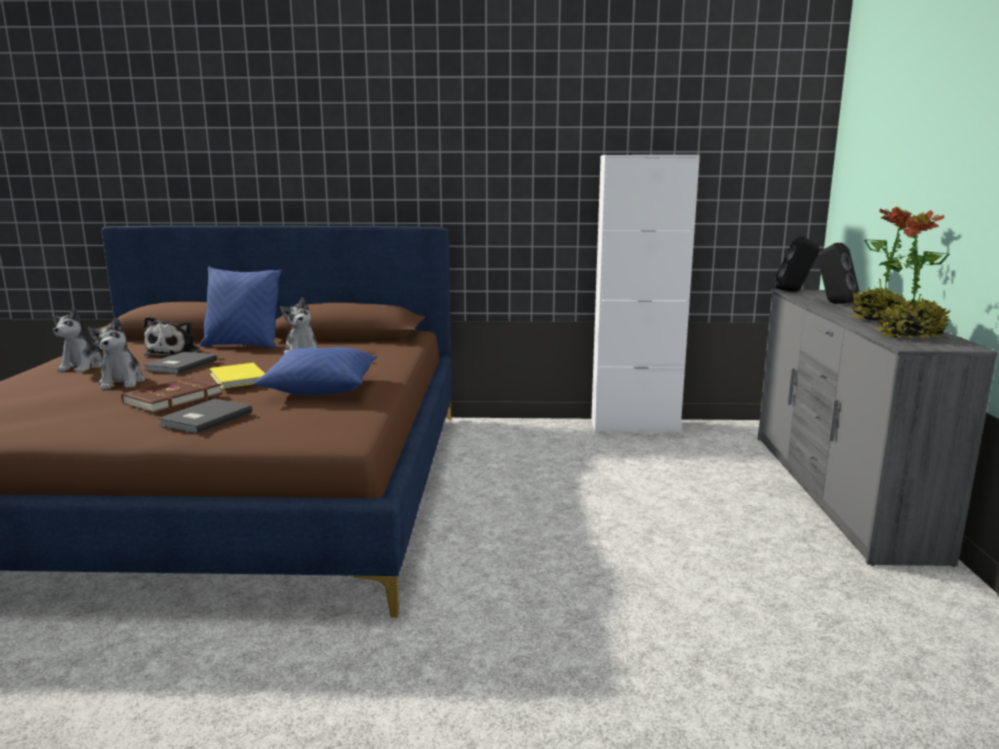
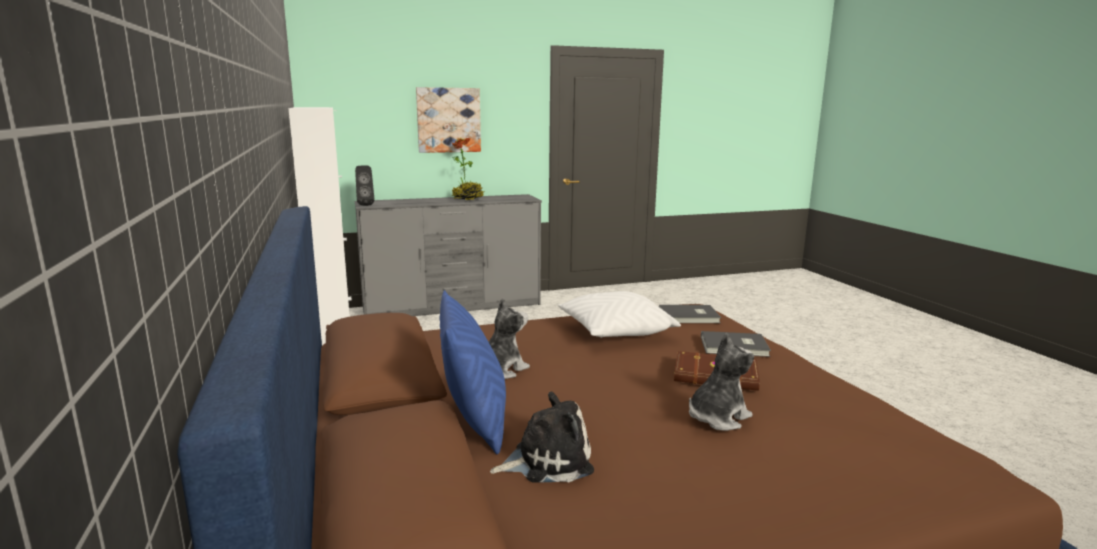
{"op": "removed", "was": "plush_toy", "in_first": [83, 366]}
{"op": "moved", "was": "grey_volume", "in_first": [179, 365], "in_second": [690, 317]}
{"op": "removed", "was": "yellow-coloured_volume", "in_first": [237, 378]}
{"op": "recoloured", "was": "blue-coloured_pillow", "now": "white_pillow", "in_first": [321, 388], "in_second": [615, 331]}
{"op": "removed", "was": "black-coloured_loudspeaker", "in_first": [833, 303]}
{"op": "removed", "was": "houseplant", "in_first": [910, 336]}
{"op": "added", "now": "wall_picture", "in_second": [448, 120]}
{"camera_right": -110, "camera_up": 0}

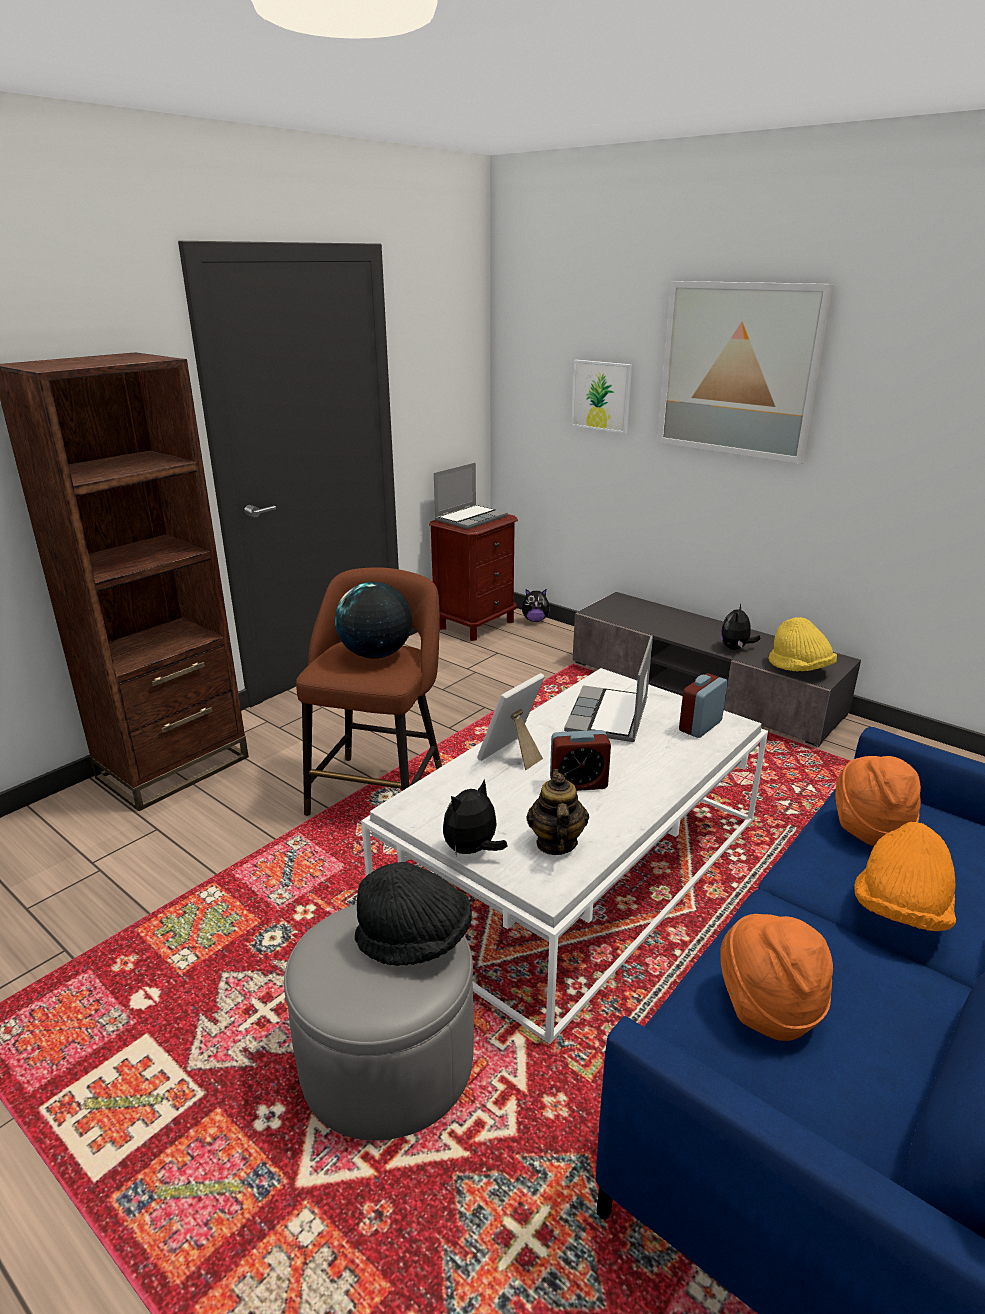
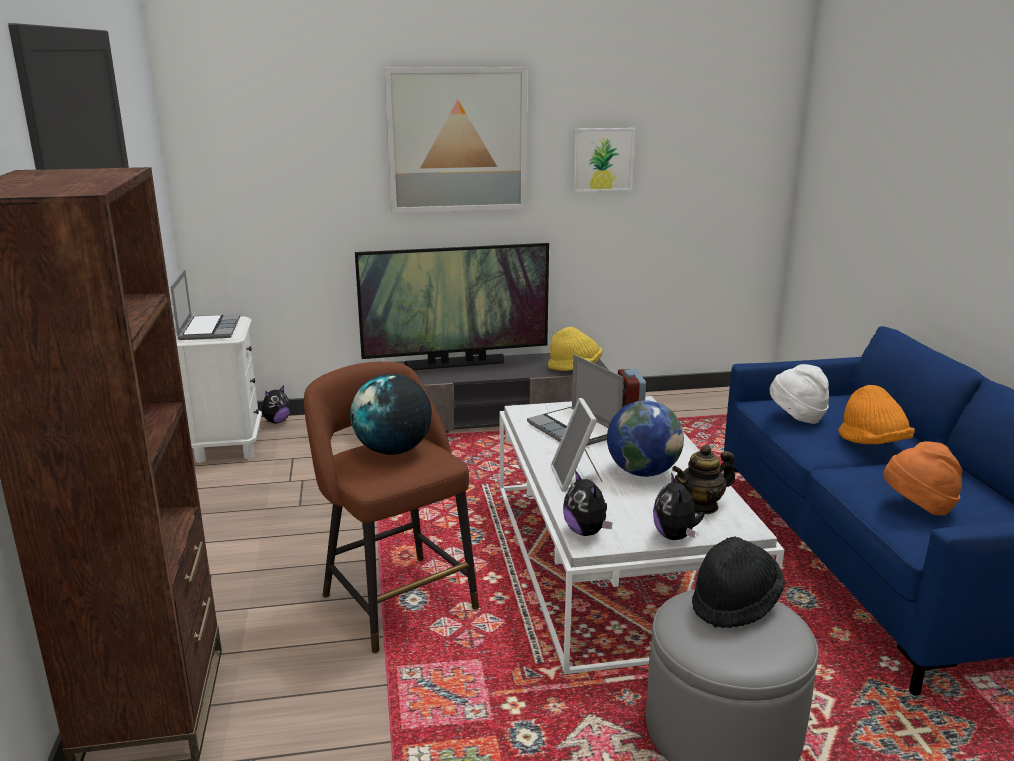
{"op": "recoloured", "was": "brown_nightstand", "now": "white_nightstand", "in_first": [476, 624], "in_second": [228, 445]}
{"op": "turned", "was": "teapot", "in_first": [556, 843], "in_second": [701, 506], "clockwise": -60}
{"op": "replaced", "was": "table_clock", "now": "globe", "in_first": [578, 783], "in_second": [642, 472]}
{"op": "moved", "was": "wall_picture", "in_first": [601, 396], "in_second": [602, 159]}
{"op": "moved", "was": "plush_toy", "in_first": [735, 648], "in_second": [586, 532]}
{"op": "recoloured", "was": "orange-coloured_wearable_hat", "now": "white_wearable_hat", "in_first": [868, 828], "in_second": [797, 417]}
{"op": "added", "now": "TV", "in_second": [456, 363]}
{"camera_right": -50, "camera_up": -5}

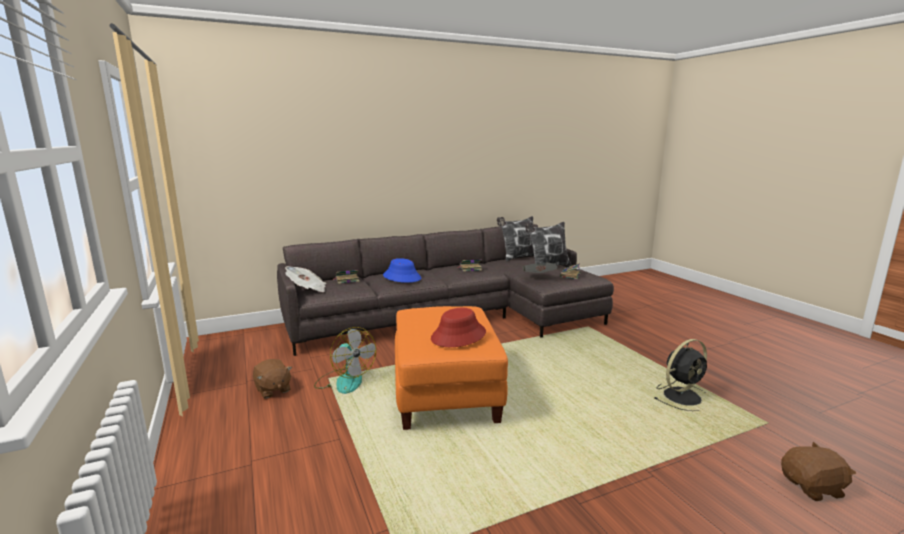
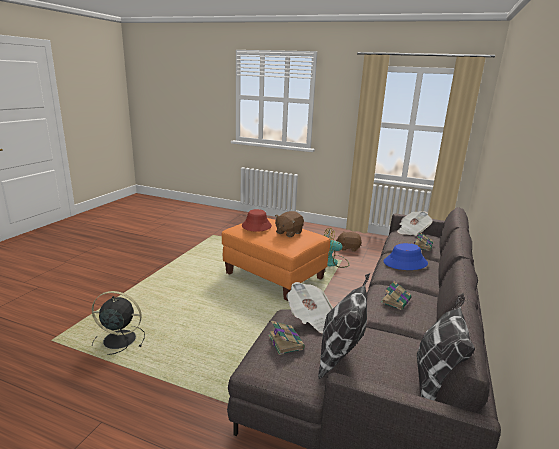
{"op": "turned", "was": "black-coloured_cooling_fan", "in_first": [683, 396], "in_second": [118, 339], "clockwise": 75}
{"op": "moved", "was": "brown_plush_toy", "in_first": [813, 487], "in_second": [288, 233]}
{"camera_right": 135, "camera_up": 5}

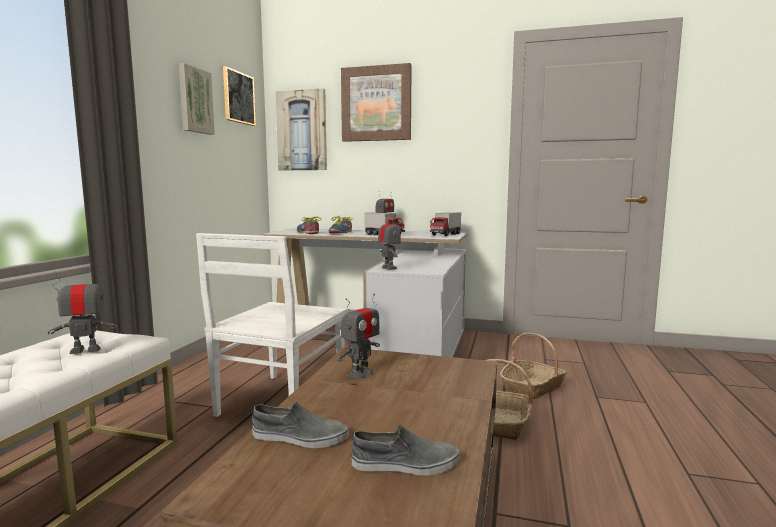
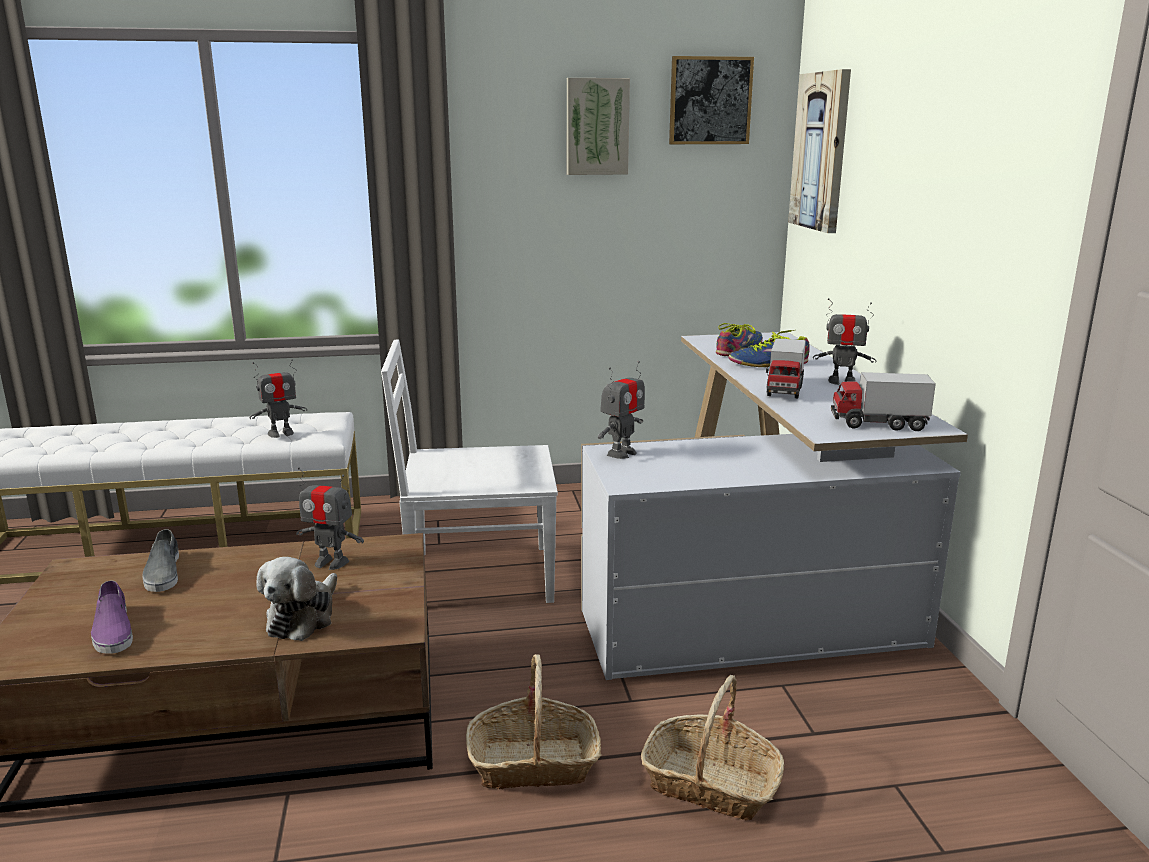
{"op": "turned", "was": "toy_robot", "in_first": [85, 350], "in_second": [281, 433], "clockwise": 105}
{"op": "removed", "was": "wall_picture", "in_first": [376, 104]}
{"op": "recoloured", "was": "grey_shoe", "now": "purplish_shoe", "in_first": [405, 464], "in_second": [113, 630]}
{"op": "added", "now": "plush_toy", "in_second": [303, 617]}
{"camera_right": 65, "camera_up": 10}

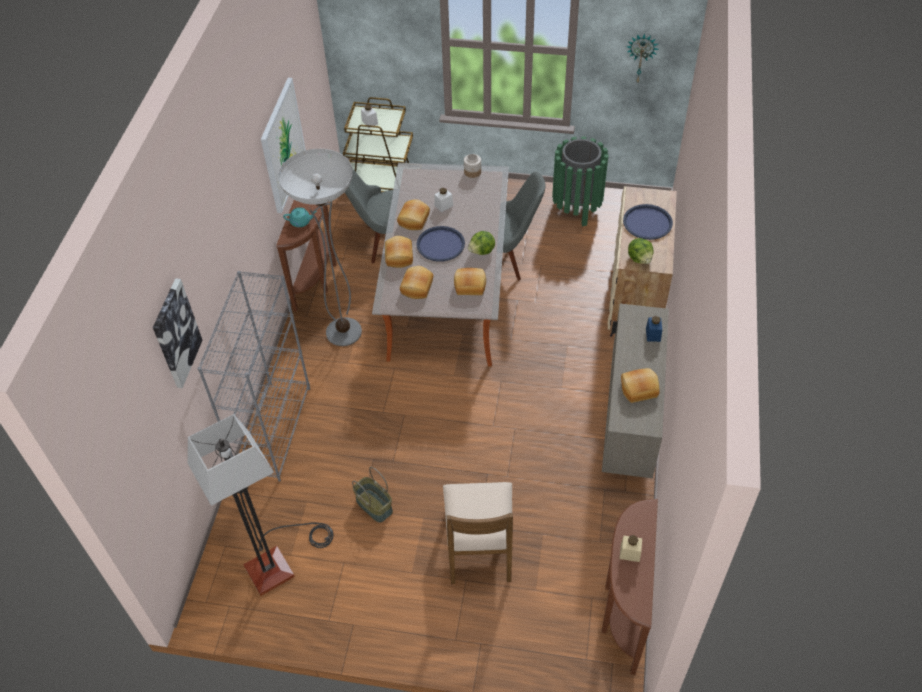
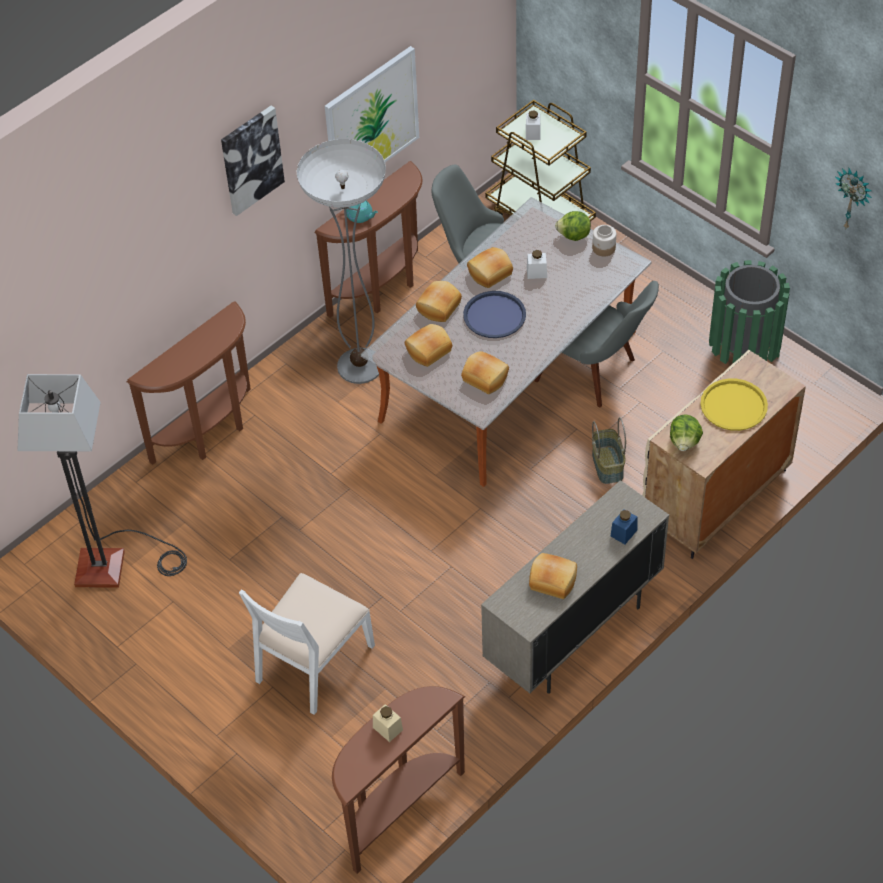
{"op": "moved", "was": "wall_picture", "in_first": [175, 333], "in_second": [251, 159]}
{"op": "replaced", "was": "grey_shelving_unit", "now": "brown_narrow_table", "in_first": [274, 430], "in_second": [211, 433]}
{"op": "moved", "was": "basket", "in_first": [375, 505], "in_second": [608, 465]}
{"op": "recoloured", "was": "brown_chair", "now": "white_chair", "in_first": [479, 546], "in_second": [312, 663]}
{"op": "moved", "was": "lettuce", "in_first": [482, 251], "in_second": [574, 236]}
{"op": "recoloured", "was": "blue-coloured_tray", "now": "yellow-coloured_tray", "in_first": [647, 223], "in_second": [733, 405]}
{"camera_right": 35, "camera_up": 0}

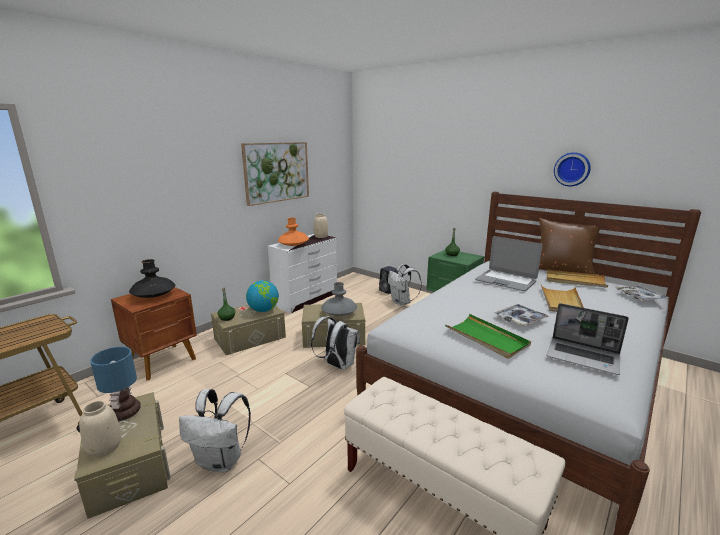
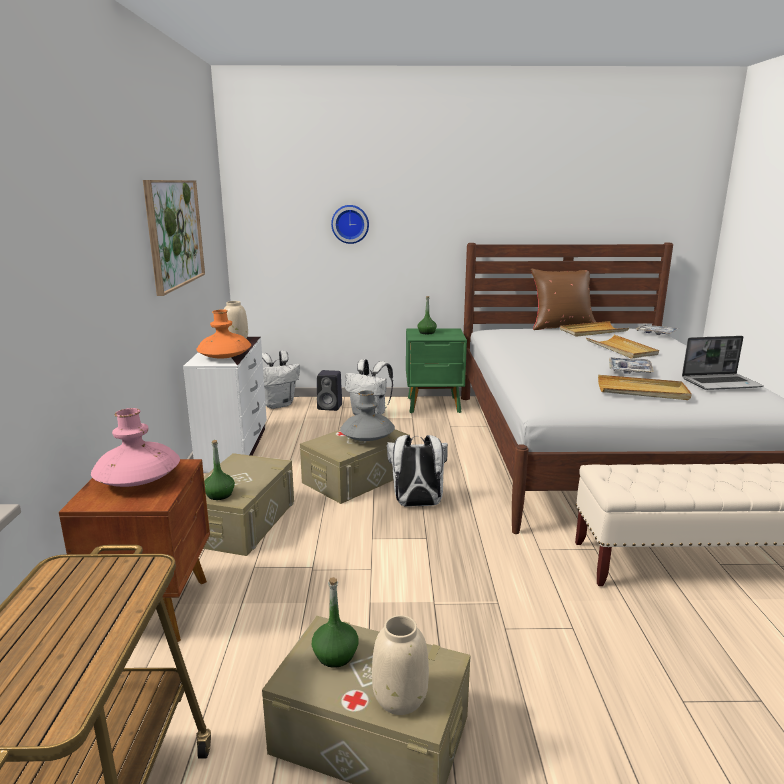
{"op": "replaced", "was": "table_lamp", "now": "greenish_bottle", "in_first": [124, 413], "in_second": [335, 655]}
{"op": "recoloured", "was": "black-coloured_vase", "now": "pinkish_vase", "in_first": [154, 295], "in_second": [138, 480]}
{"op": "moved", "was": "white_rucksack", "in_first": [221, 461], "in_second": [278, 404]}
{"op": "removed", "was": "globe", "in_first": [263, 310]}
{"op": "recoloured", "was": "greenish_tray", "now": "sand-coloured_tray", "in_first": [486, 338], "in_second": [642, 391]}
{"op": "removed", "was": "notebook_computer", "in_first": [505, 281]}
{"op": "moved", "was": "hanging_clock", "in_first": [572, 169], "in_second": [350, 224]}
{"camera_right": -40, "camera_up": 0}

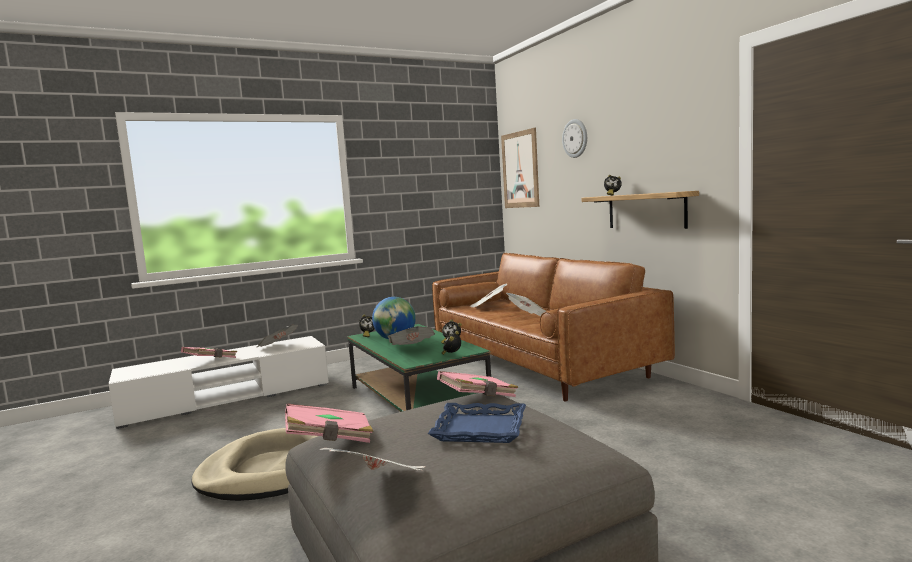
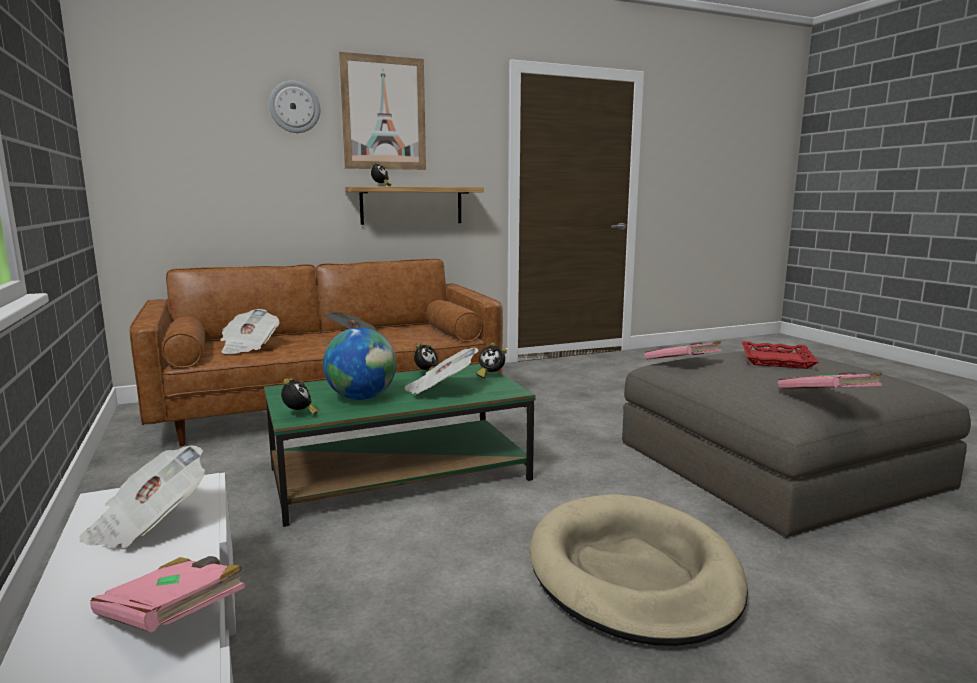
{"op": "removed", "was": "daily_paper", "in_first": [379, 485]}
{"op": "recoloured", "was": "blue-coloured_tray", "now": "red-coloured_tray", "in_first": [479, 429], "in_second": [777, 360]}
{"op": "moved", "was": "wall_picture", "in_first": [520, 170], "in_second": [384, 113]}
{"camera_right": -85, "camera_up": 5}

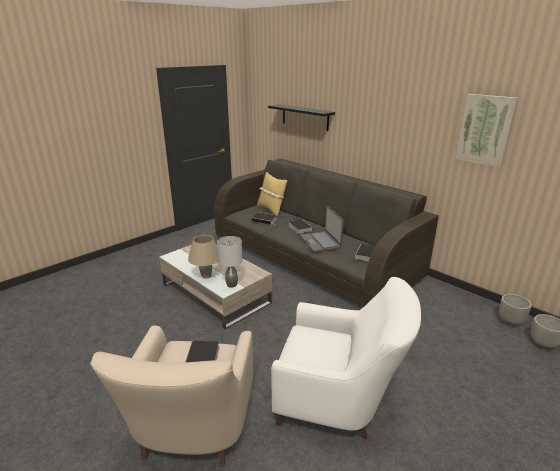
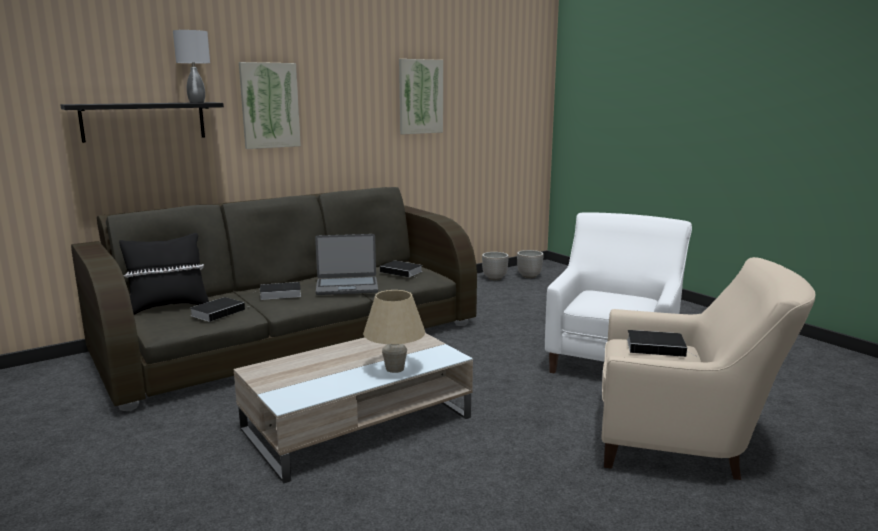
{"op": "moved", "was": "grey_table_lamp", "in_first": [231, 284], "in_second": [196, 102]}
{"op": "recoloured", "was": "yellow-coloured_pillow", "now": "black-coloured_pillow", "in_first": [271, 209], "in_second": [168, 307]}
{"op": "added", "now": "wall_picture", "in_second": [269, 105]}
{"camera_right": -80, "camera_up": -10}

